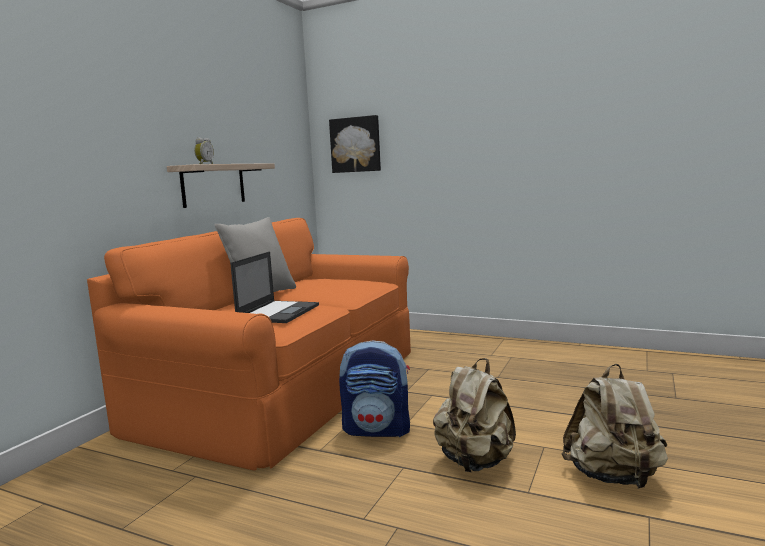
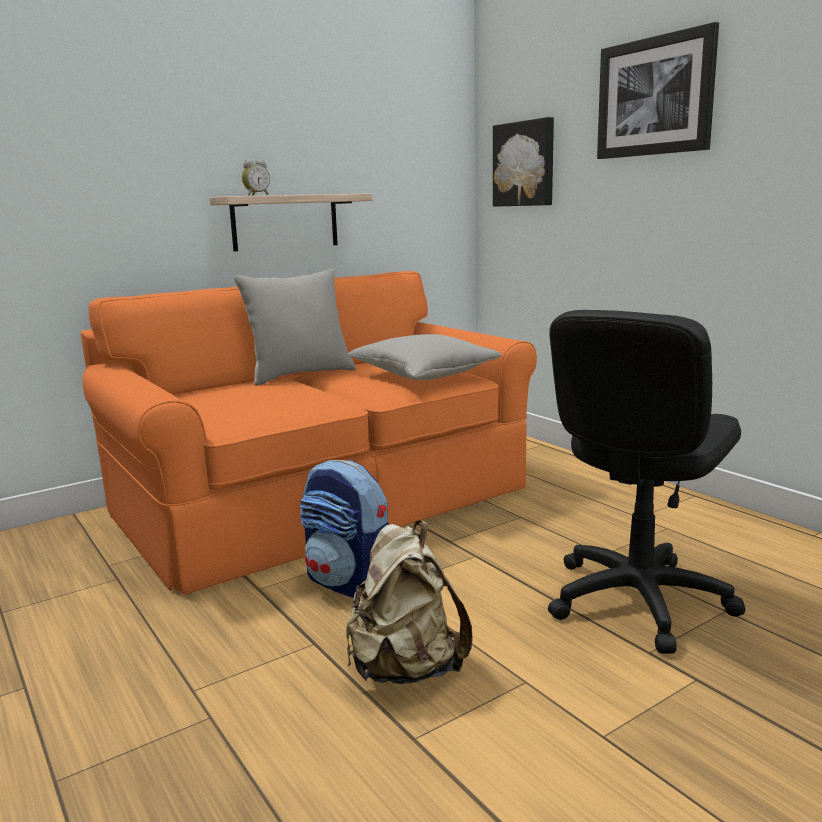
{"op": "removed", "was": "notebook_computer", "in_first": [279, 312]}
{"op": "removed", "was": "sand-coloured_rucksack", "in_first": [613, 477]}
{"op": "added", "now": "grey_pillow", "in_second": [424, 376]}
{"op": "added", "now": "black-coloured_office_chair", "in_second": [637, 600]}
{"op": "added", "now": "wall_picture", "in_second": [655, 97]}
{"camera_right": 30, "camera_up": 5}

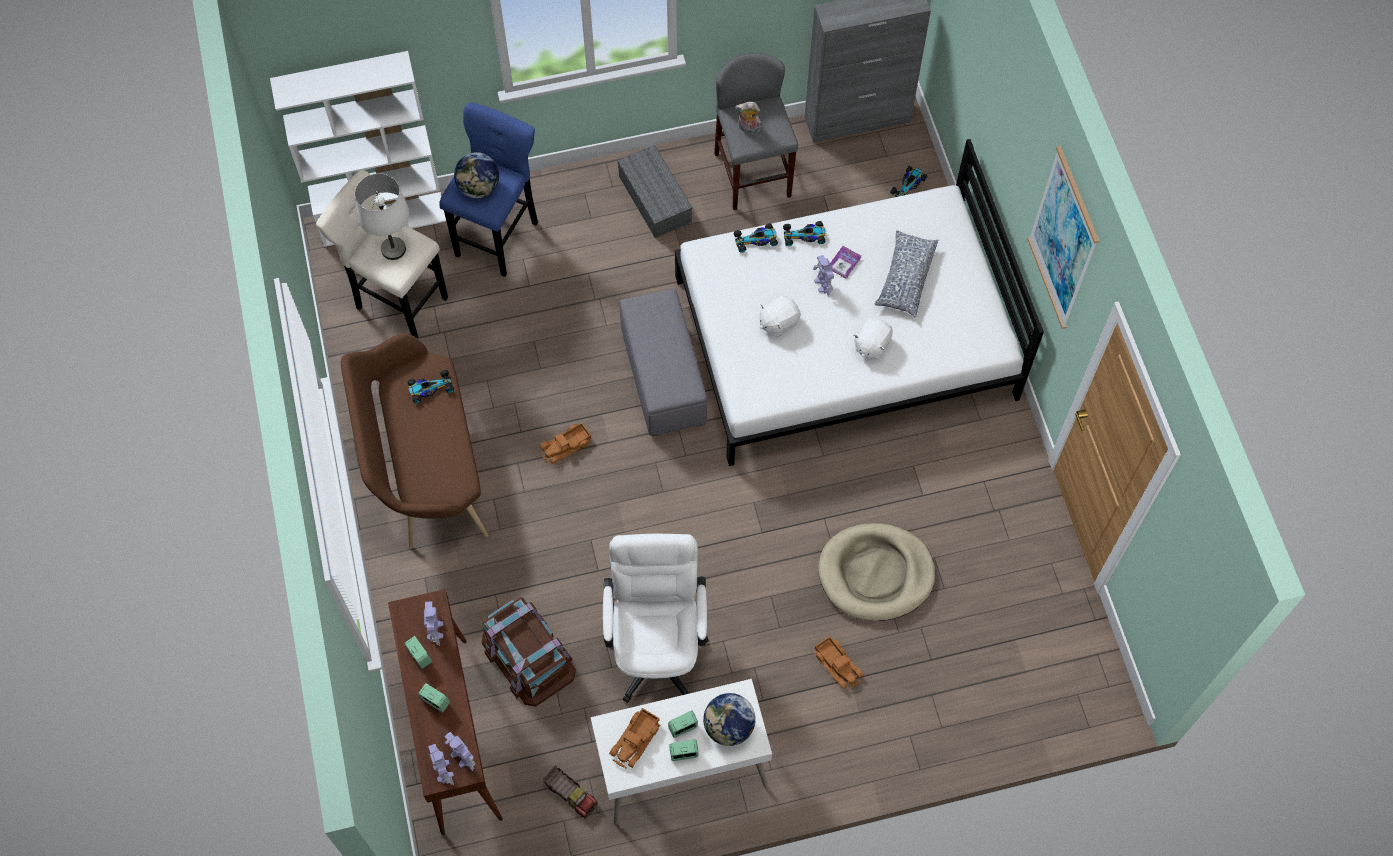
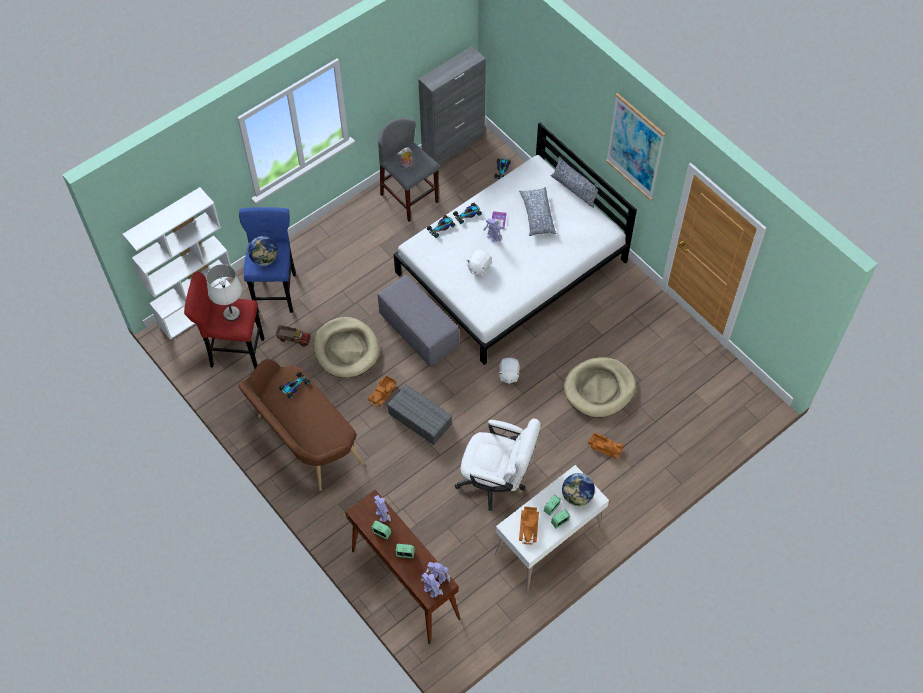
{"op": "recoloured", "was": "sand-coloured_sitting_stool", "now": "red-coloured_sitting_stool", "in_first": [398, 300], "in_second": [234, 352]}
{"op": "removed", "was": "brown_storage_container", "in_first": [528, 657]}
{"op": "moved", "was": "toy_lorry", "in_first": [571, 794], "in_second": [294, 338]}
{"op": "turned", "was": "white_office_chair", "in_first": [657, 645], "in_second": [497, 481], "clockwise": 135}
{"op": "moved", "was": "grey_storage_container", "in_first": [653, 198], "in_second": [418, 419]}
{"op": "moved", "was": "white_plush_toy", "in_first": [871, 345], "in_second": [508, 374]}
{"op": "added", "now": "sand-coloured_pet_bed", "in_second": [346, 349]}
{"op": "added", "now": "pillow", "in_second": [574, 189]}
{"camera_right": -25, "camera_up": -5}

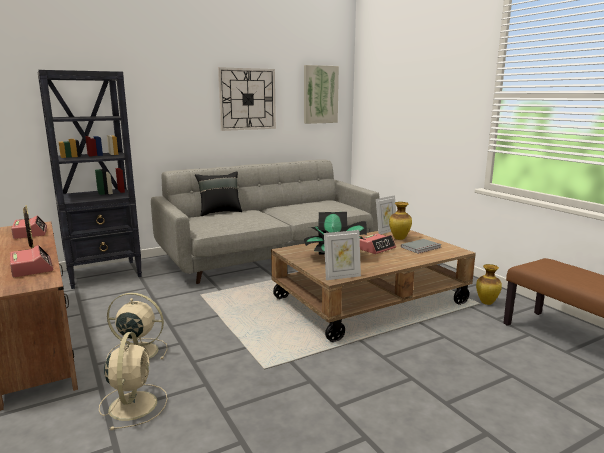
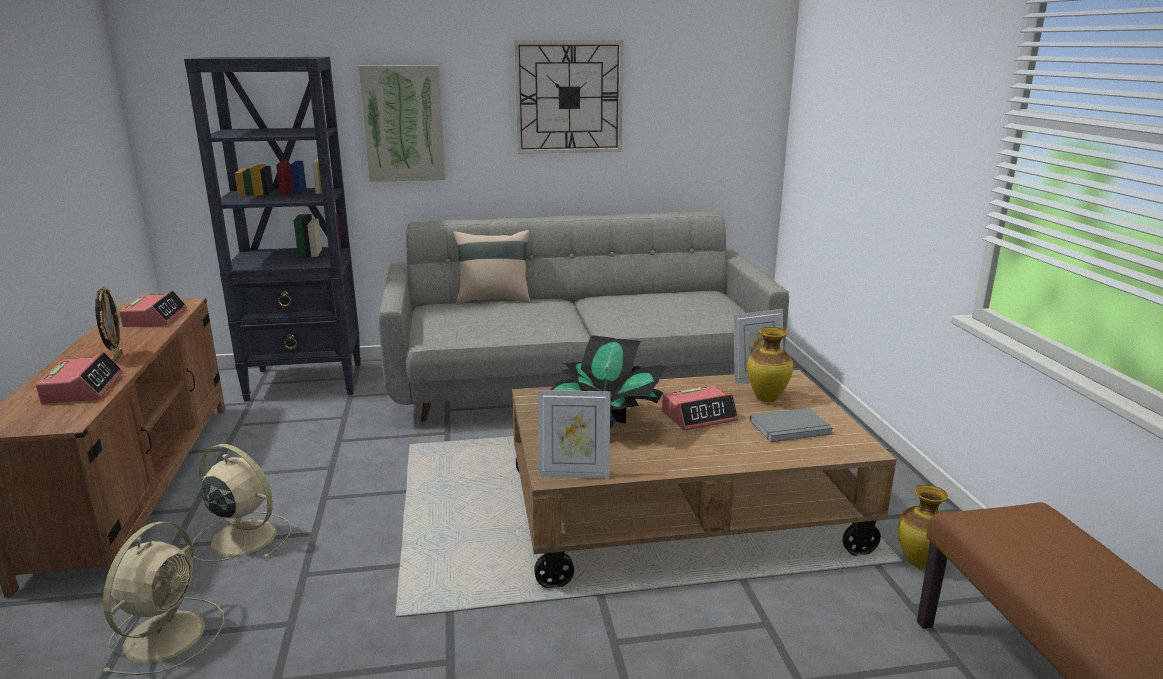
{"op": "recoloured", "was": "black-coloured_pillow", "now": "sand-coloured_pillow", "in_first": [219, 212], "in_second": [493, 299]}
{"op": "moved", "was": "wall_picture", "in_first": [320, 94], "in_second": [403, 123]}
{"camera_right": 20, "camera_up": 5}

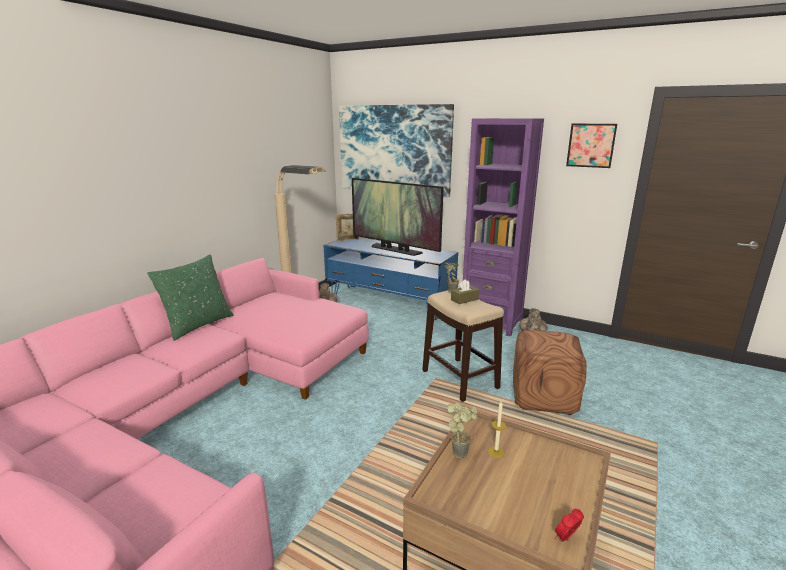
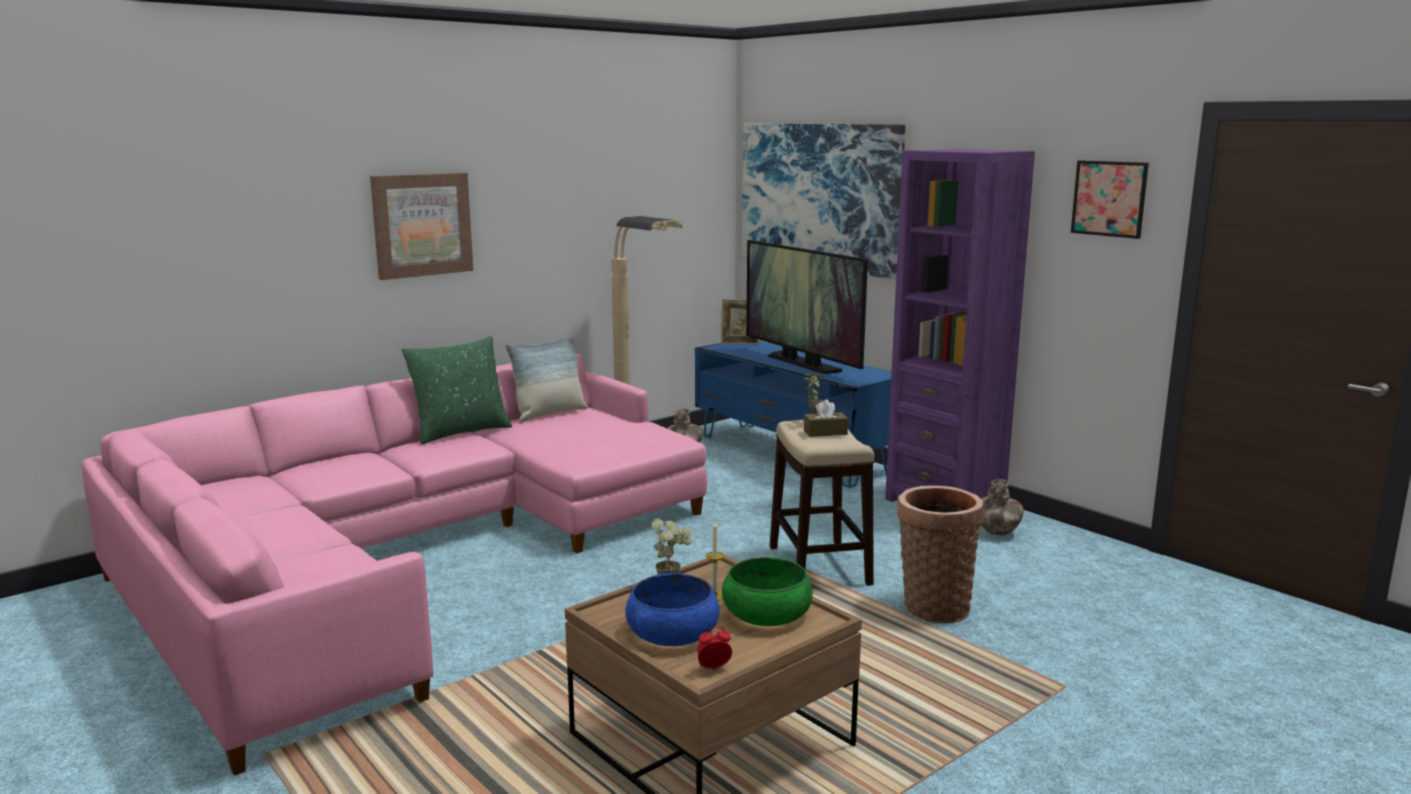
{"op": "replaced", "was": "brown_ottoman", "now": "basket", "in_first": [543, 397], "in_second": [933, 606]}
{"op": "added", "now": "wall_picture", "in_second": [422, 225]}
{"op": "added", "now": "pillow", "in_second": [549, 414]}
{"op": "added", "now": "blue-coloured_serving_bowl", "in_second": [672, 632]}
{"op": "added", "now": "greenish_serving_bowl", "in_second": [766, 613]}
{"camera_right": 20, "camera_up": -5}

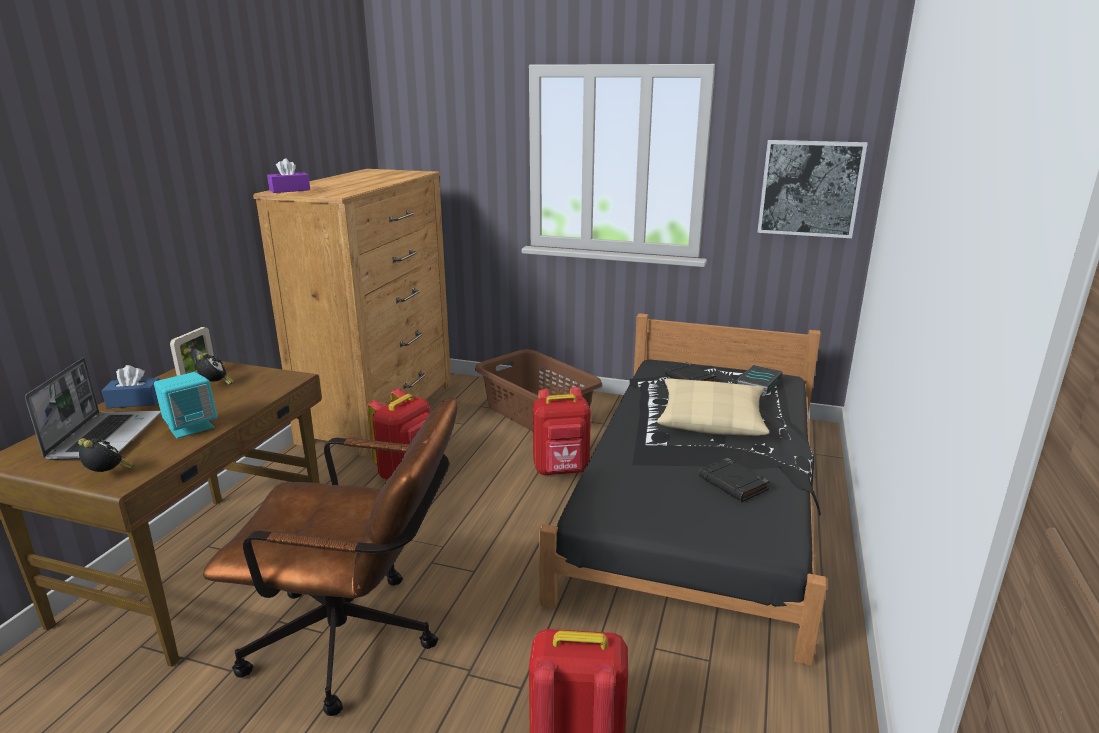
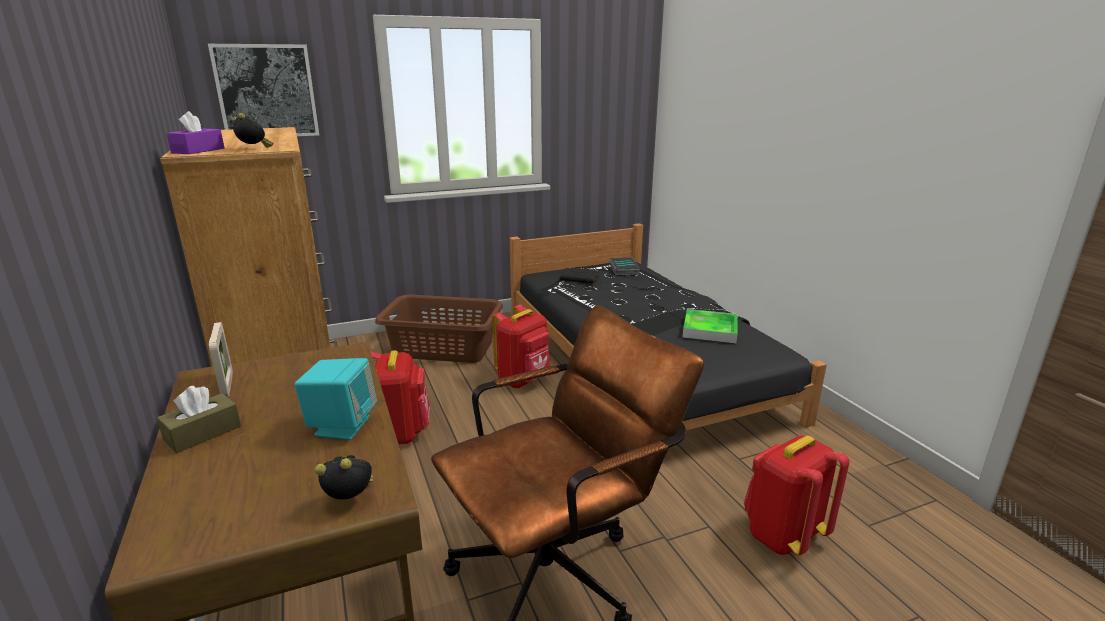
{"op": "removed", "was": "notebook_computer", "in_first": [105, 436]}
{"op": "recoloured", "was": "blue-coloured_box_of_tissues", "now": "brown_box_of_tissues", "in_first": [135, 401], "in_second": [203, 433]}
{"op": "moved", "was": "table_clock", "in_first": [216, 385], "in_second": [254, 149]}
{"op": "removed", "was": "sand-coloured_pillow", "in_first": [711, 419]}
{"op": "replaced", "was": "black-coloured_volume", "now": "tray", "in_first": [733, 484], "in_second": [710, 330]}
{"op": "moved", "was": "wall_picture", "in_first": [809, 188], "in_second": [266, 91]}
{"camera_right": -40, "camera_up": 0}

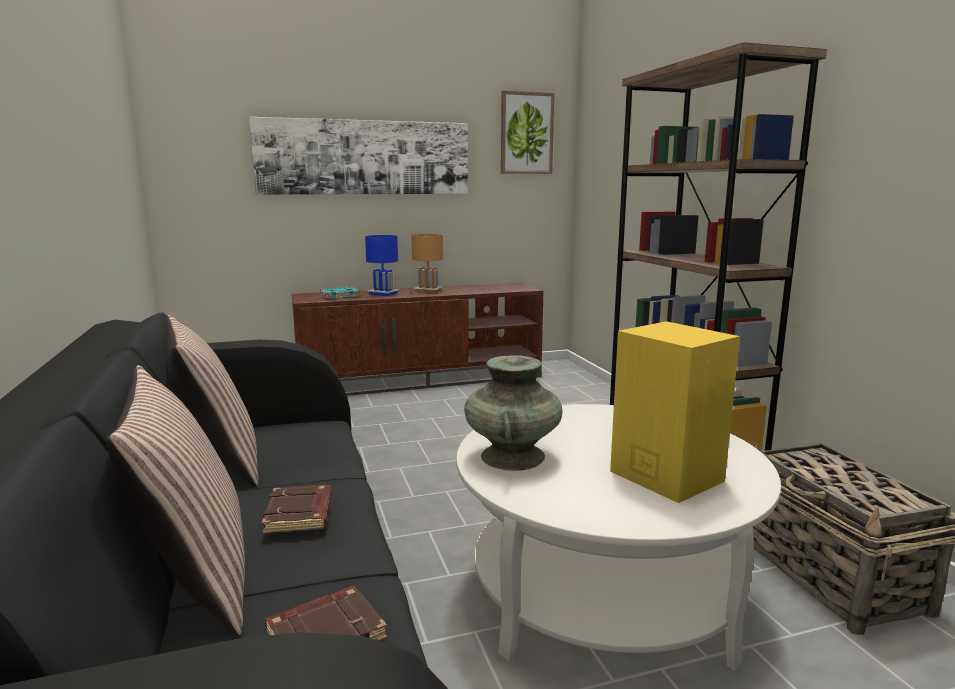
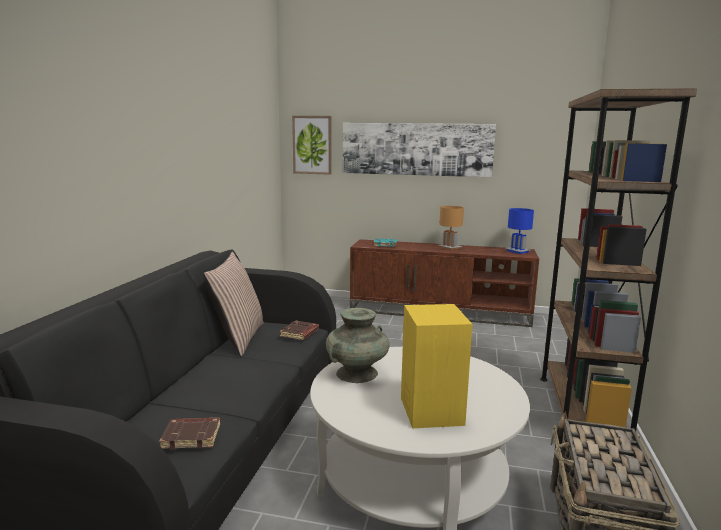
{"op": "removed", "was": "pillow", "in_first": [194, 577]}
{"op": "moved", "was": "brown_volume", "in_first": [300, 515], "in_second": [300, 333]}
{"op": "moved", "was": "blue-coloured_table_lamp", "in_first": [383, 294], "in_second": [517, 251]}
{"op": "moved", "was": "wall_picture", "in_first": [526, 133], "in_second": [312, 145]}
{"camera_right": 30, "camera_up": 0}

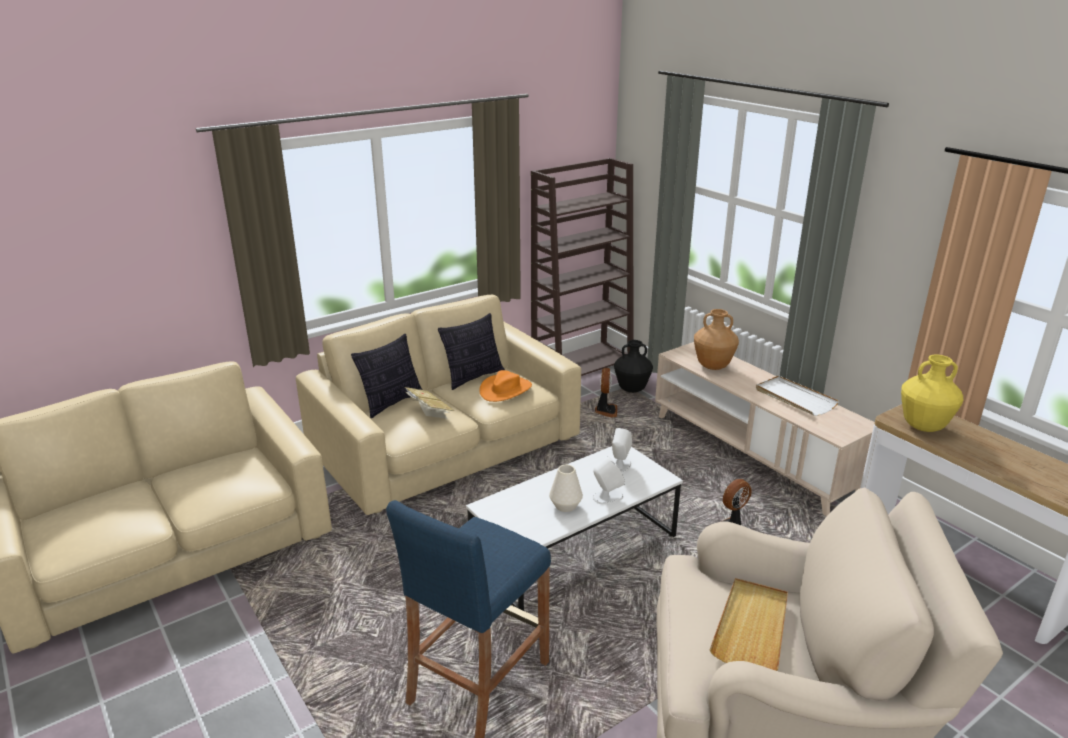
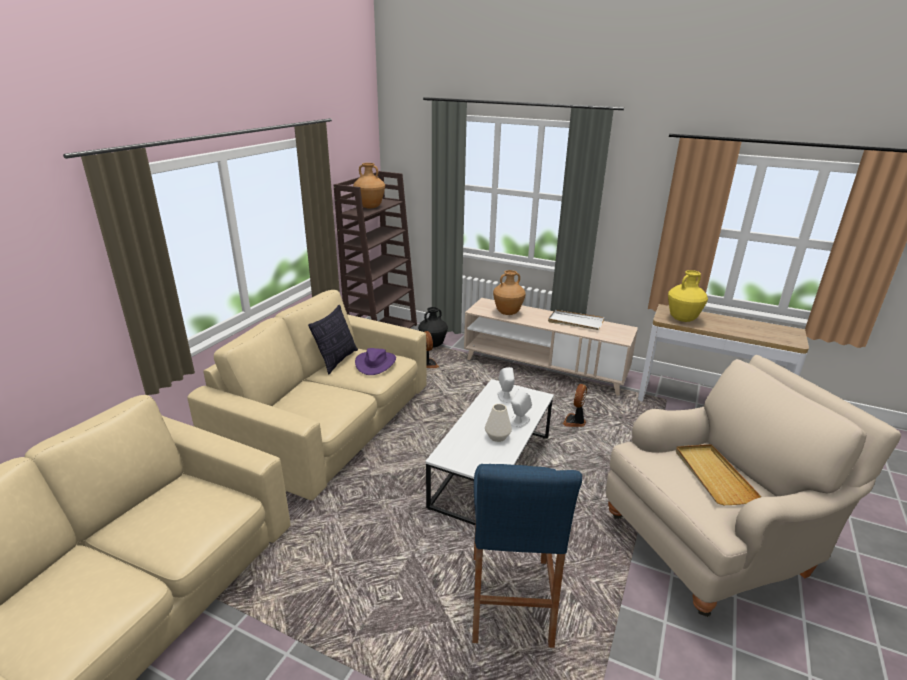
{"op": "removed", "was": "pillow", "in_first": [392, 402]}
{"op": "removed", "was": "volume", "in_first": [428, 413]}
{"op": "recoloured", "was": "orange-coloured_wearable_hat", "now": "purplish_wearable_hat", "in_first": [505, 389], "in_second": [375, 363]}
{"op": "added", "now": "brown_vase", "in_second": [370, 207]}
{"camera_right": -30, "camera_up": 0}

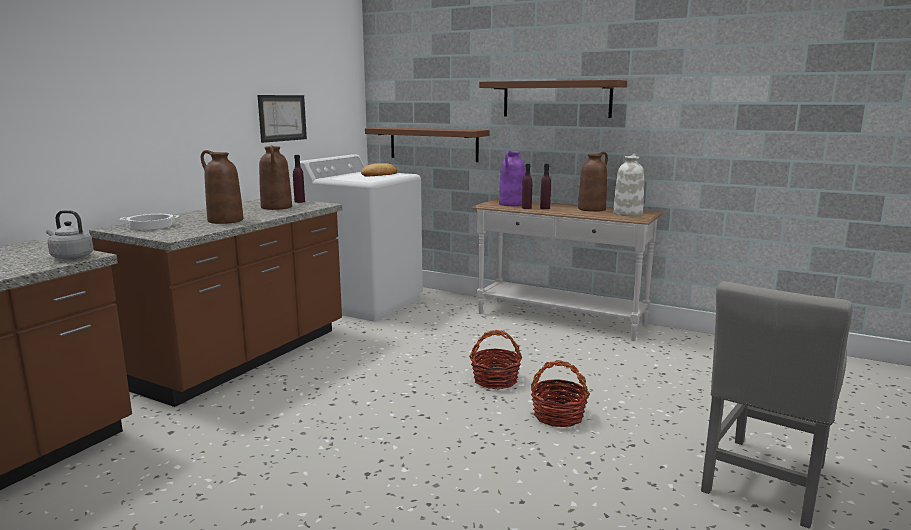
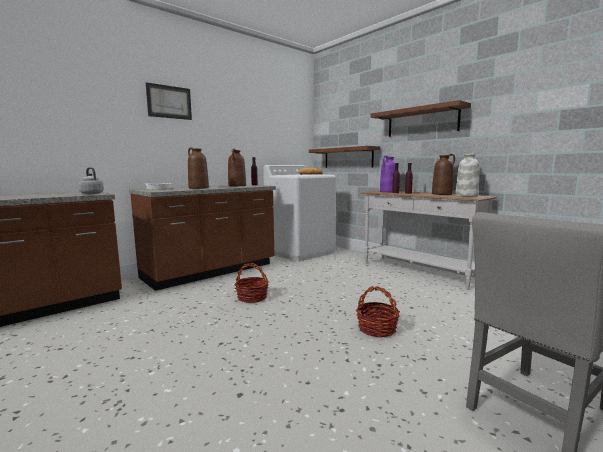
{"op": "moved", "was": "wall_picture", "in_first": [282, 118], "in_second": [169, 102]}
{"op": "moved", "was": "basket", "in_first": [495, 380], "in_second": [252, 297]}
{"camera_right": 20, "camera_up": -5}

